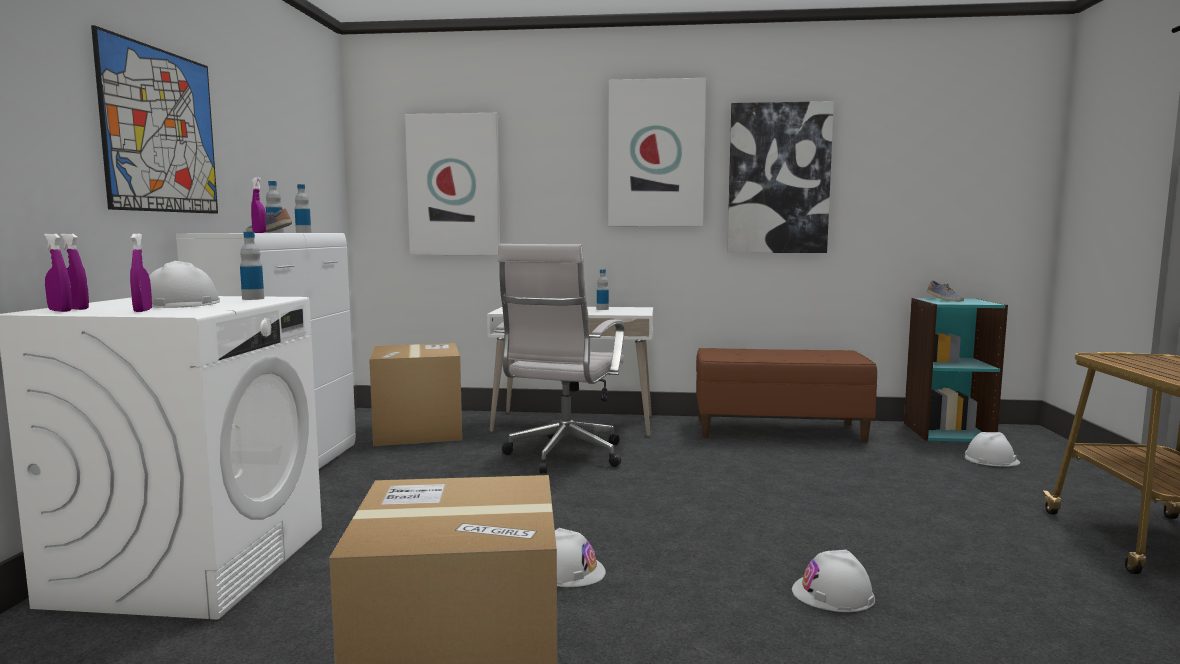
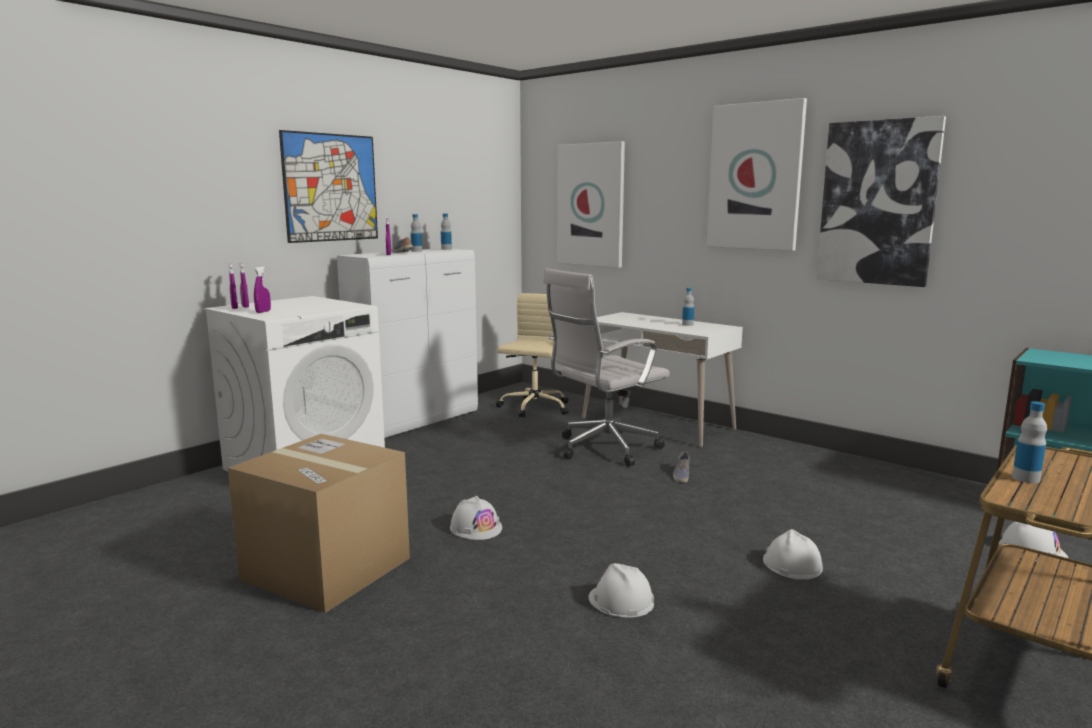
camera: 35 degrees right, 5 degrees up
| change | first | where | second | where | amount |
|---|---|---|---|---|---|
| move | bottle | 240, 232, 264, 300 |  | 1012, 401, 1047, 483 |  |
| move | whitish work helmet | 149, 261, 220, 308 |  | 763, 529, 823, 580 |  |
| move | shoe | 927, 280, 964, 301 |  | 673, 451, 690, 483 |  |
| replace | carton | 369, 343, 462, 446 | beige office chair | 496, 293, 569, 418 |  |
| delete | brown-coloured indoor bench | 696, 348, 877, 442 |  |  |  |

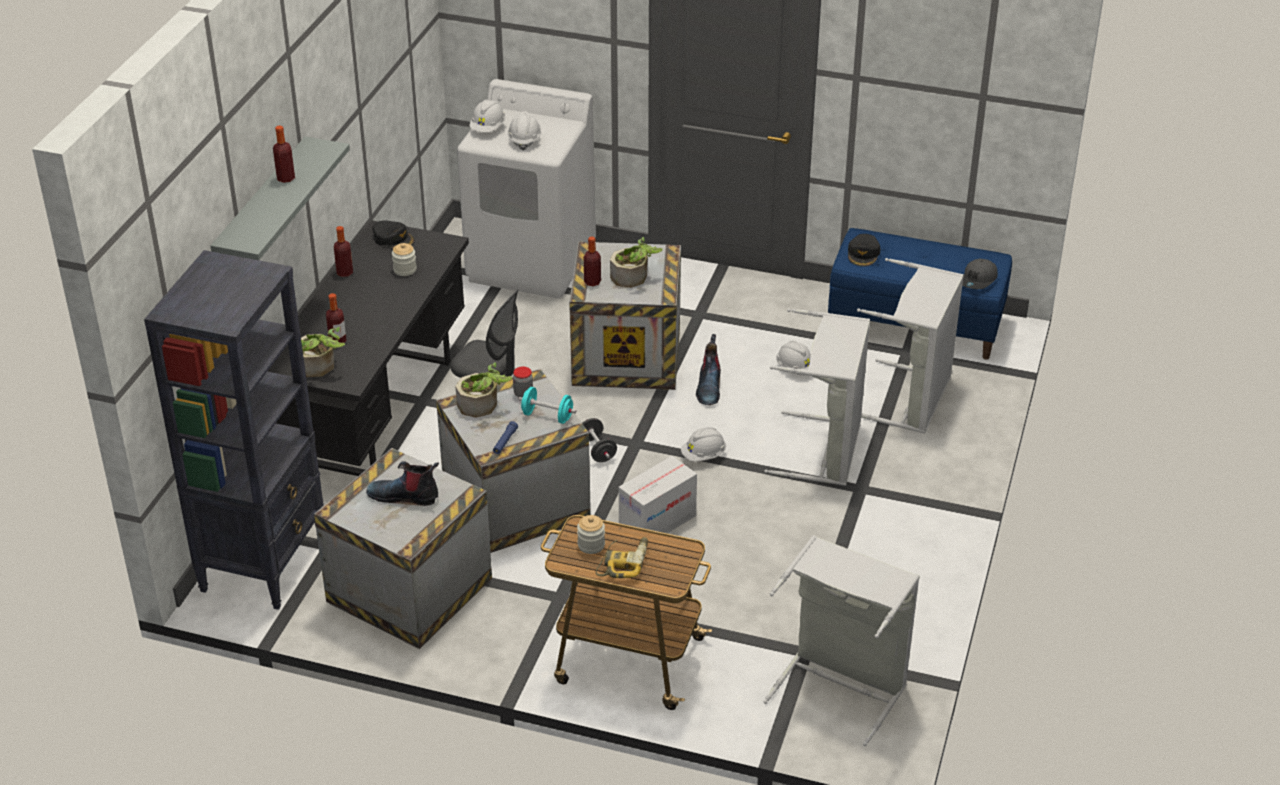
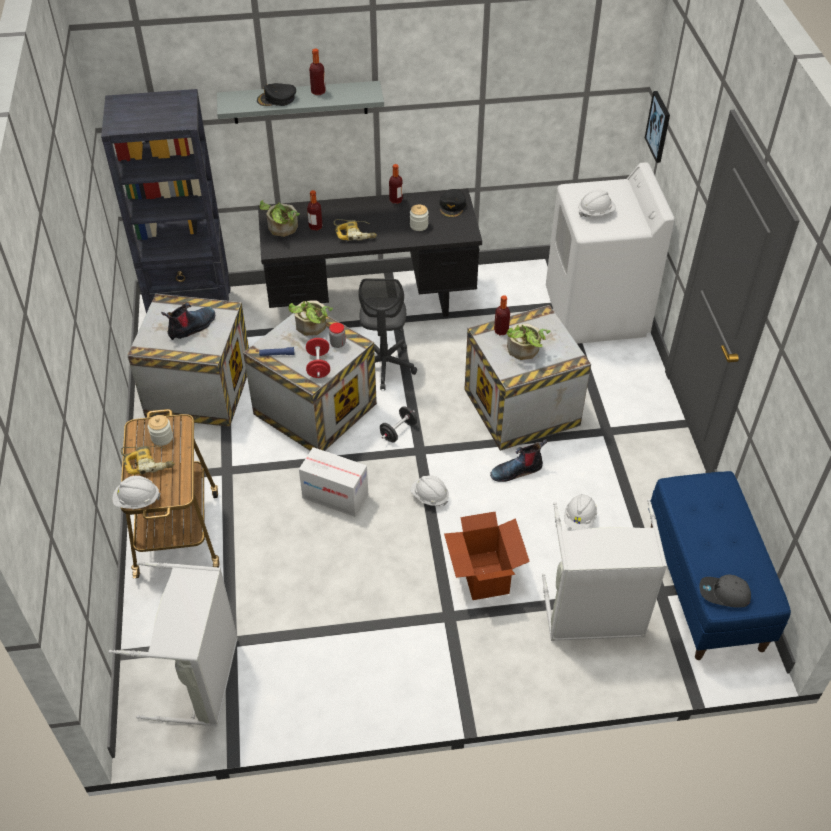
camera: 65 degrees right, 10 degrees up
| change | first | where | second | where | amount |
|---|---|---|---|---|---|
| move | whitish work helmet | 469, 99, 506, 132 |  | 112, 476, 160, 509 |  |
| move | blackish cap | 848, 234, 881, 267 |  | 257, 83, 296, 106 |  |
| replace | greyish washing basket | 764, 308, 870, 486 | carton | 444, 512, 530, 600 |  |
| recolor | turquoise hand weight | 518, 387, 576, 424 | red hand weight | 306, 338, 330, 378 |  |
| rotate | tall boot | 366, 461, 439, 506 |  | 161, 303, 215, 340 | 60 degrees clockwise |
| insert |  |  | wall art | 645, 91, 670, 163 |  |
| insert |  |  | drill | 334, 219, 377, 241 |  |

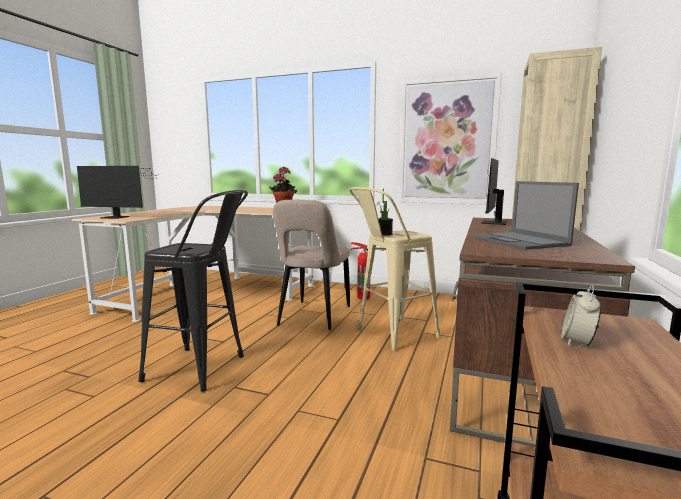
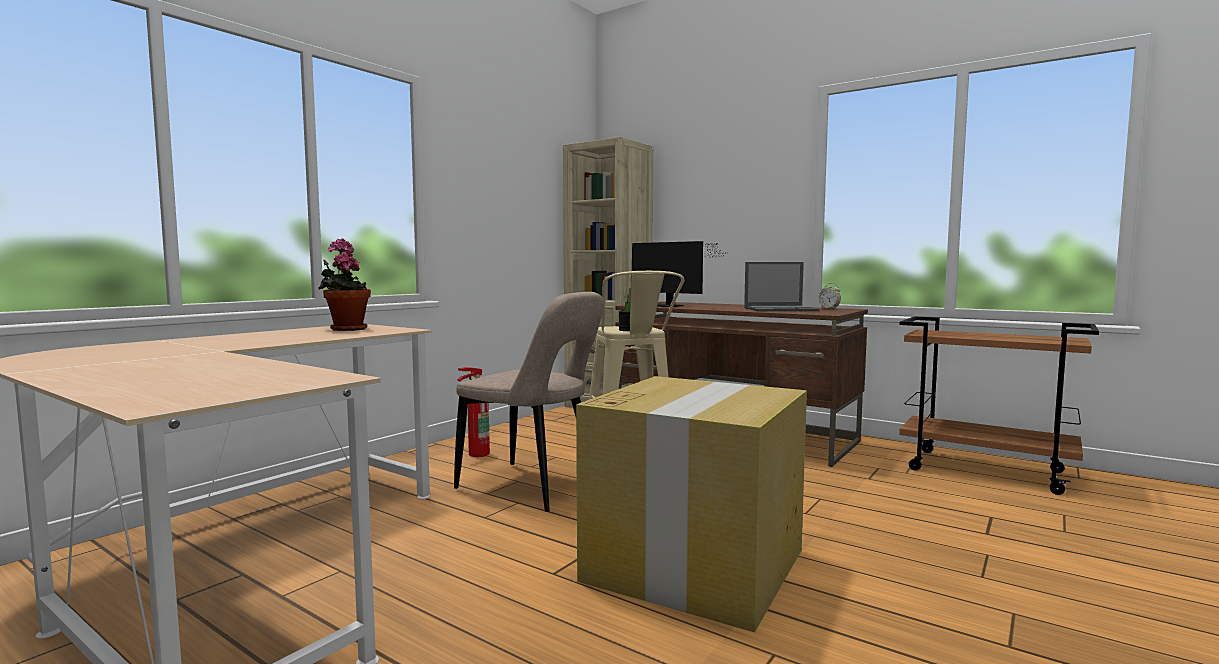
camera: 75 degrees left, 5 degrees down
| change | first | where | second | where | amount |
|---|---|---|---|---|---|
| delete | wall art | 399, 73, 502, 205 |  |  |  |
| delete | computer screen | 77, 166, 160, 219 |  |  |  |
| replace | blackish sitting stool | 139, 190, 248, 392 | carton | 576, 376, 807, 632 |  |
| move | bedside clock | 561, 285, 602, 346 |  | 818, 283, 841, 309 |  |

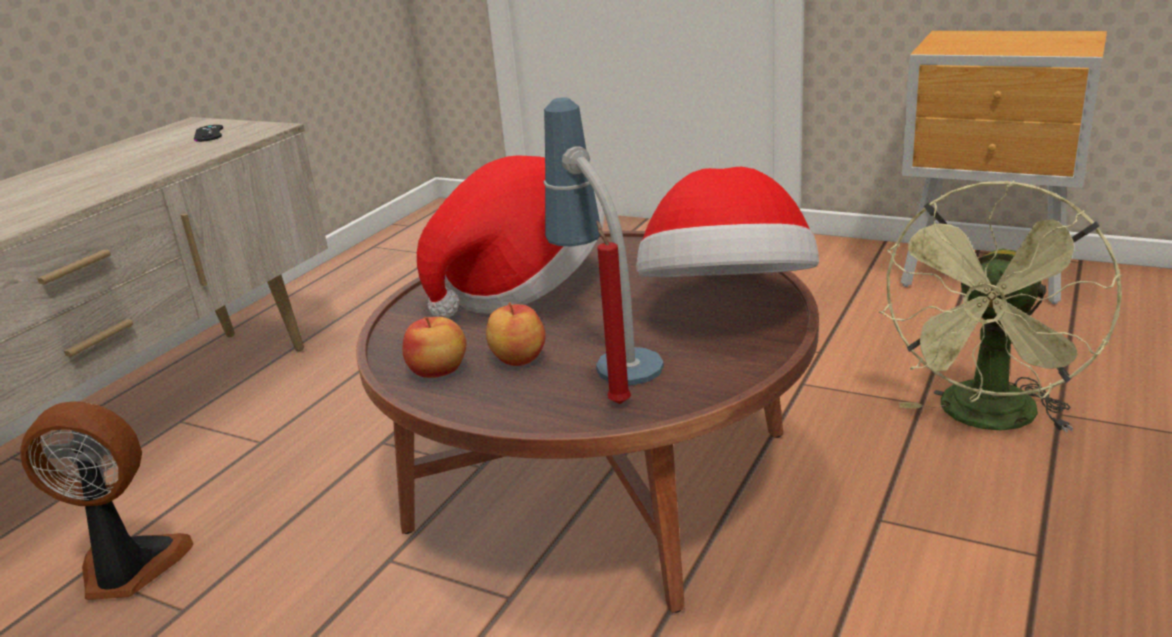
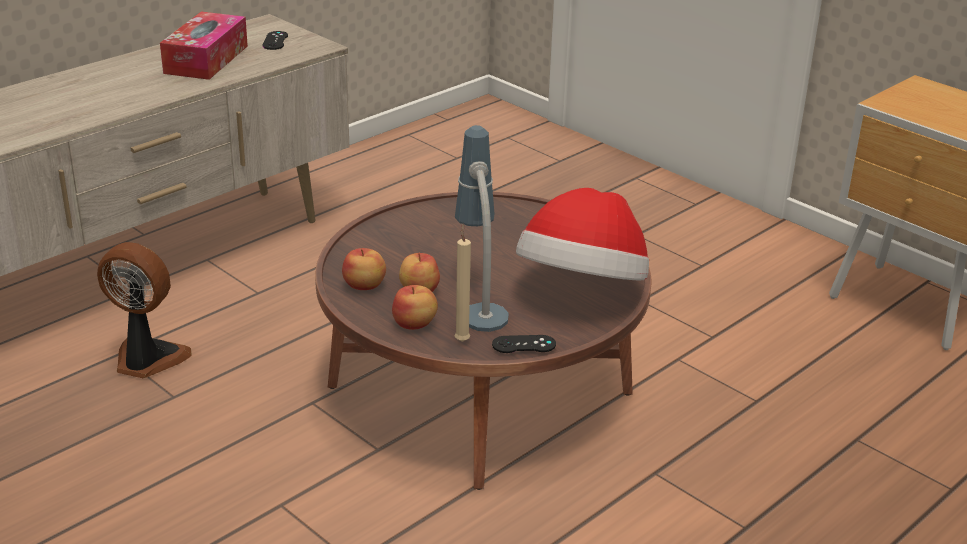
camera: 15 degrees right, 5 degrees up
| change | first | where | second | where | amount |
|---|---|---|---|---|---|
| delete | clothing hat | 417, 155, 605, 318 |  |  |  |
| delete | green cooling fan | 879, 180, 1122, 432 |  |  |  |
| recolor | red candle | 596, 221, 631, 404 | beige candle | 454, 224, 471, 342 |  |
| insert |  |  | tissue box | 160, 12, 248, 80 |  |
| insert |  |  | apple | 392, 285, 438, 330 |  |
| insert |  |  | blackish game controller | 492, 335, 556, 353 |  |

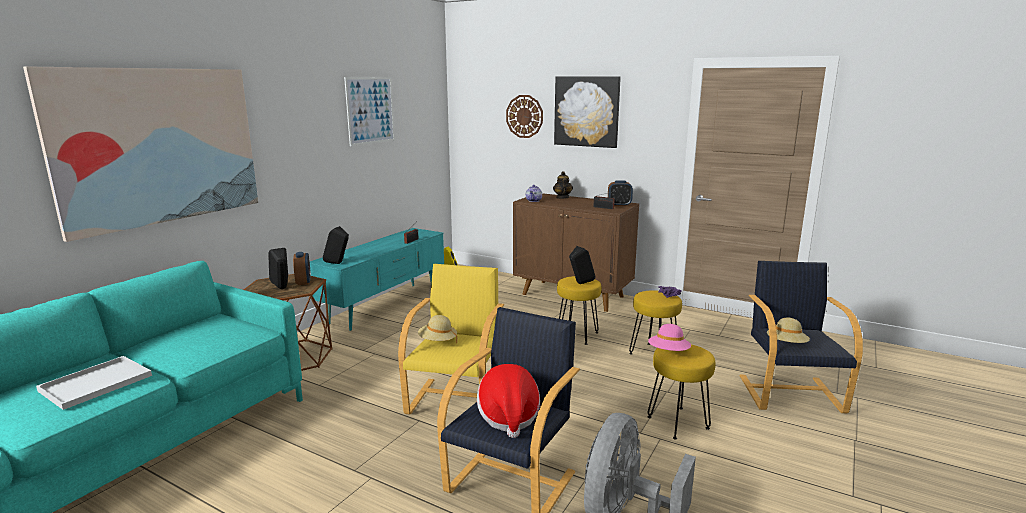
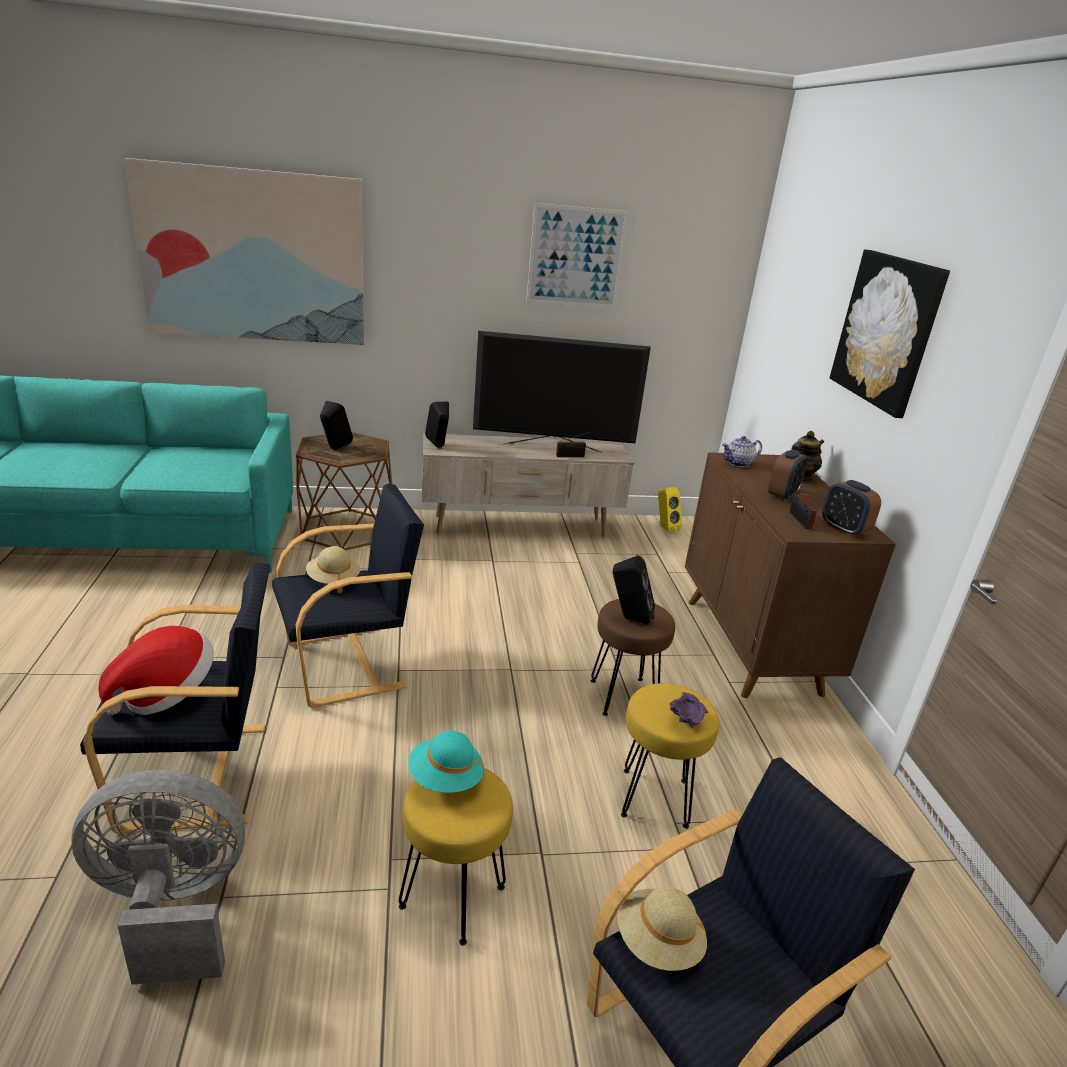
camera: 50 degrees right, 10 degrees up
| change | first | where | second | where | amount |
|---|---|---|---|---|---|
| delete | hanging clock | 506, 95, 543, 138 |  |  |  |
| recolor | turquoise media console | 310, 228, 444, 331 | beige media console | 422, 433, 634, 537 |  |
| move | bedside clock | 293, 252, 311, 285 |  | 768, 450, 808, 501 |  |
| recolor | yellowish armchair | 398, 264, 504, 415 | blackish armchair | 272, 484, 424, 708 |  |
| recolor | yellowish sitting stool | 557, 276, 601, 345 | brown-coloured sitting stool | 591, 599, 675, 716 |  |
| recolor | pink clothing hat | 648, 324, 691, 351 | turquoise clothing hat | 409, 731, 484, 793 |  |
| delete | whitish tray | 36, 356, 152, 410 |  |  |  |
| insert |  |  | television | 473, 331, 651, 453 |  |

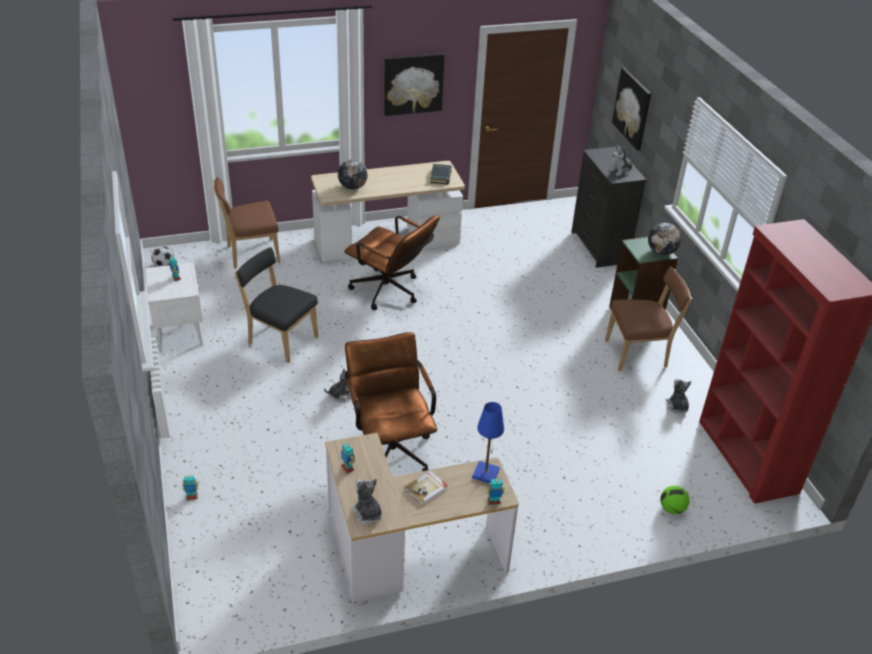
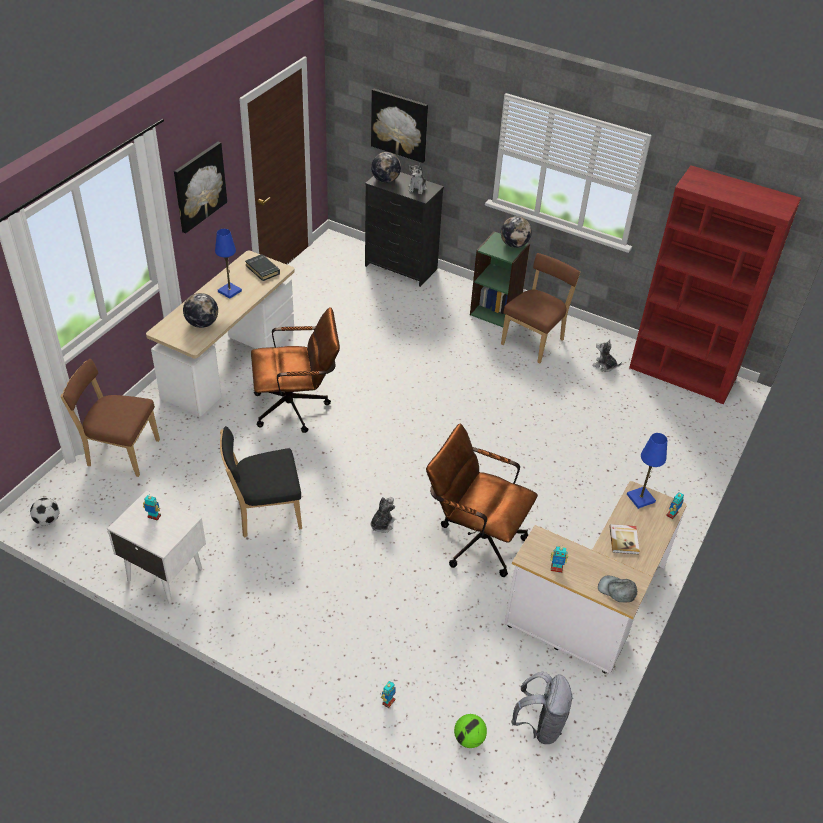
camera: 45 degrees left, 5 degrees up
| change | first | where | second | where | amount |
|---|---|---|---|---|---|
| rotate | brown-coloured chair | 213, 177, 280, 269 |  | 61, 359, 160, 477 | 75 degrees clockwise |
| replace | cuddly toy | 351, 479, 382, 524 | greyish cap | 598, 575, 637, 602 |  |
| move | ball for football | 660, 486, 690, 514 |  | 454, 714, 487, 748 |  |
| insert |  |  | desk globe | 371, 152, 401, 183 |  |
| insert |  |  | blue lamp for a table | 215, 229, 242, 299 |  |
| insert |  |  | greyish rucksack | 511, 672, 573, 744 |  |

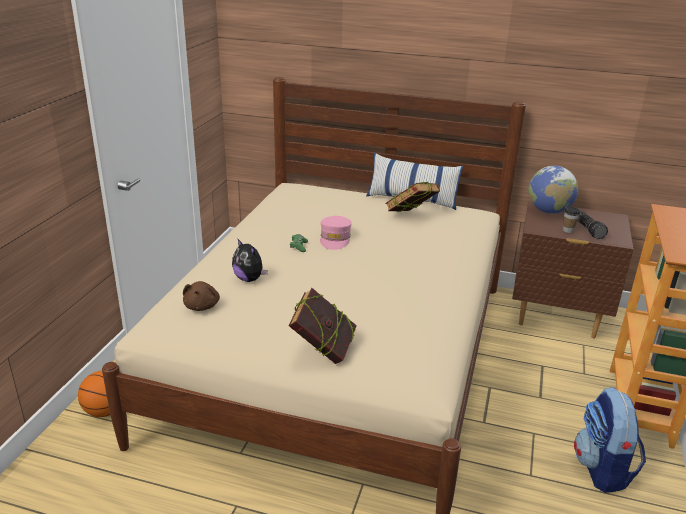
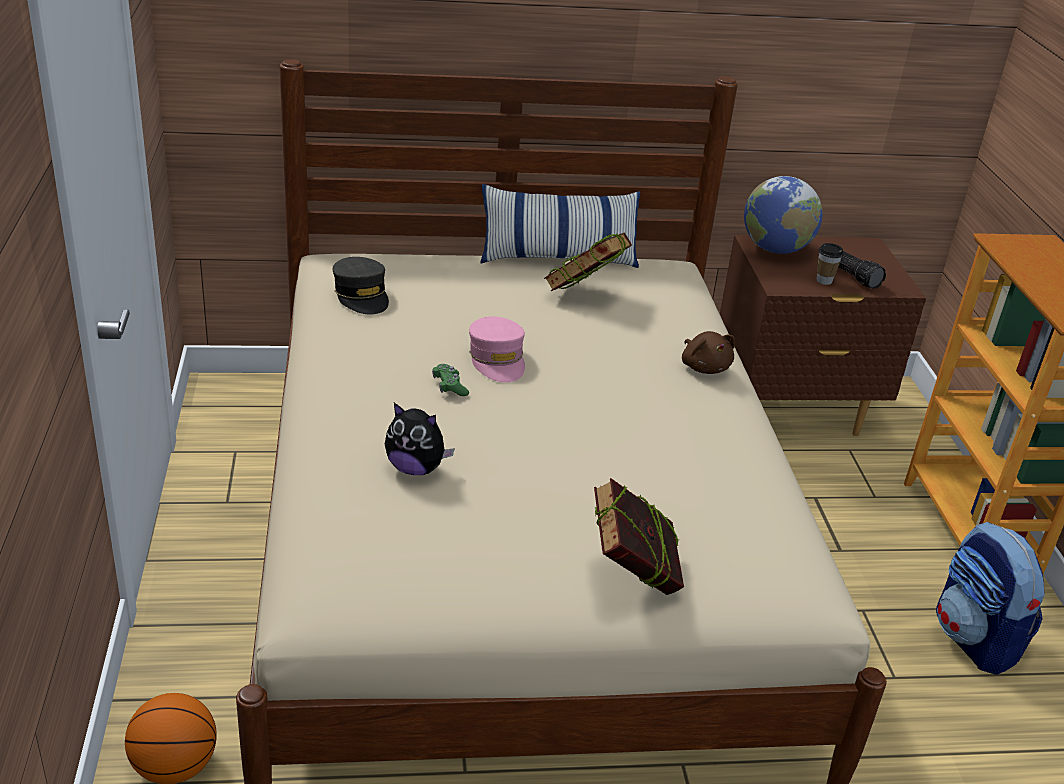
camera: 25 degrees left, 5 degrees up
| change | first | where | second | where | amount |
|---|---|---|---|---|---|
| move | brown-coloured cuddly toy | 183, 281, 220, 311 |  | 682, 331, 735, 374 |  |
| insert |  |  | greyish cap | 333, 257, 389, 314 |  |

